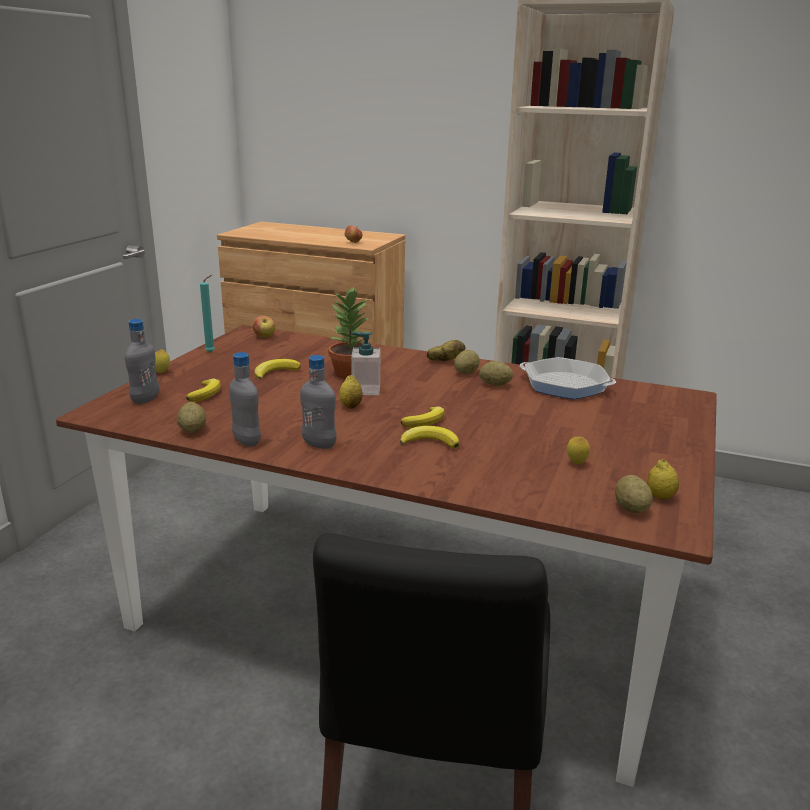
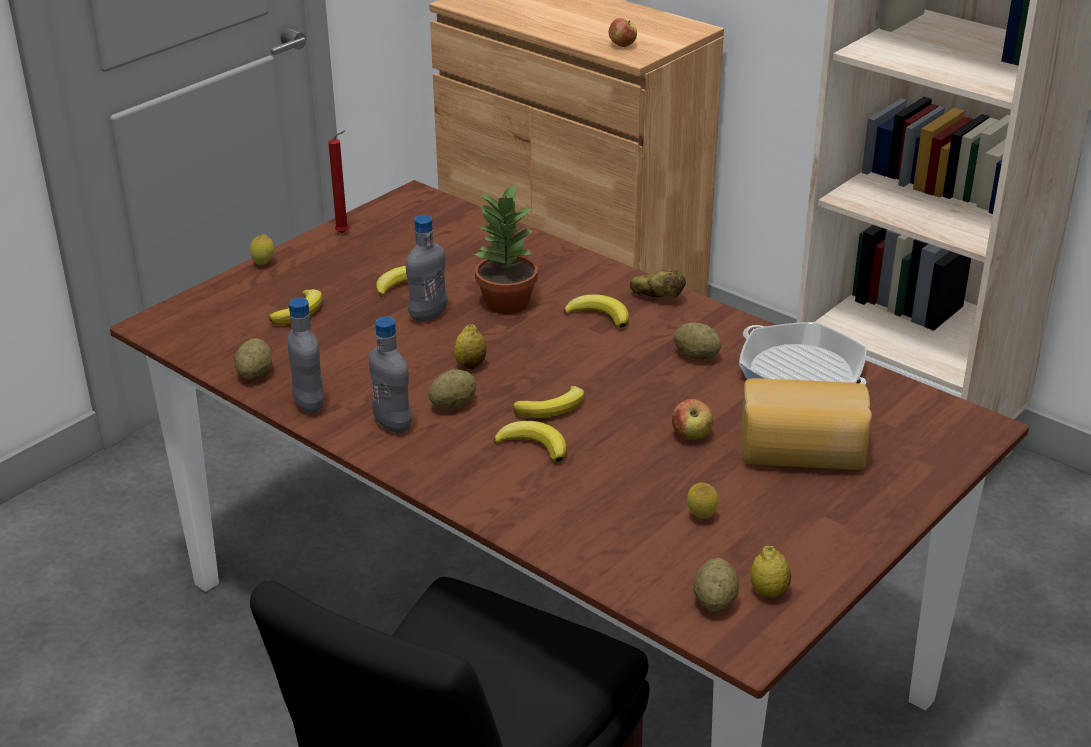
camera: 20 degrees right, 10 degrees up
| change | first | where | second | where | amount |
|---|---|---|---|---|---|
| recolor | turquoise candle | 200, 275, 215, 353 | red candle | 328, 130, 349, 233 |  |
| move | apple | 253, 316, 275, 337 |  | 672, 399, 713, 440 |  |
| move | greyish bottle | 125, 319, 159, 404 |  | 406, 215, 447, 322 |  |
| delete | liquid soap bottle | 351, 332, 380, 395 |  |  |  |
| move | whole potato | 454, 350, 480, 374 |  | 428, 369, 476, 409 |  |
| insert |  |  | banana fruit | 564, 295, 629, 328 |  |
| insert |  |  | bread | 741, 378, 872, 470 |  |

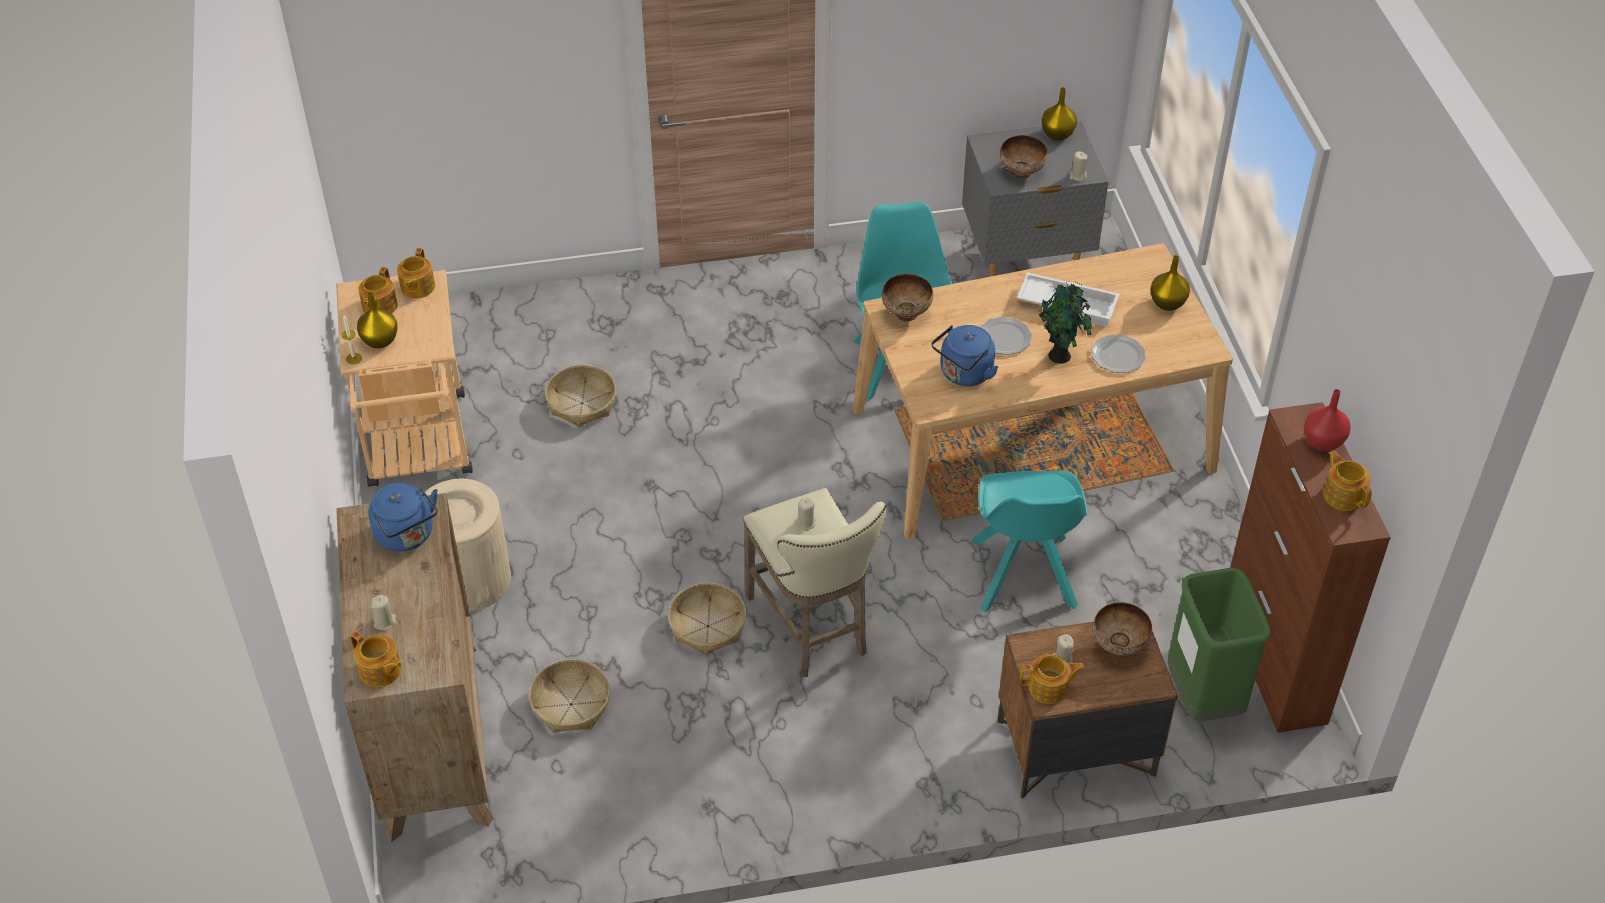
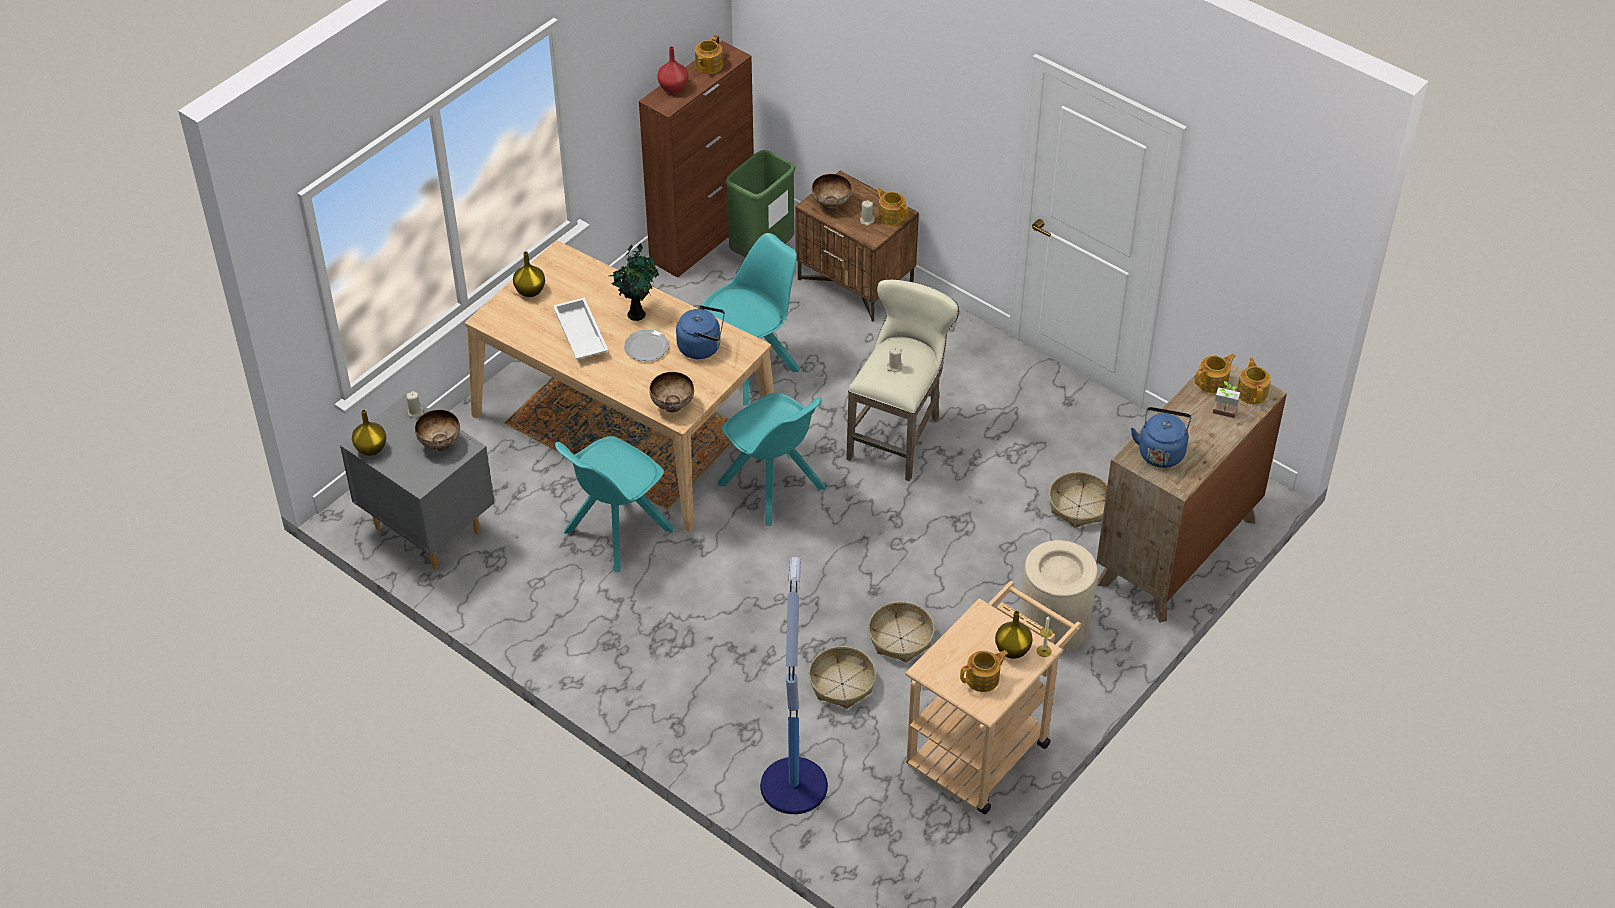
camera: 130 degrees left, 0 degrees up
| change | first | where | second | where | amount |
|---|---|---|---|---|---|
| move | tea pot | 397, 248, 435, 298 |  | 1195, 354, 1236, 393 |  |
| delete | flat dish | 1091, 335, 1146, 373 |  |  |  |
| move | basket | 668, 583, 747, 655 |  | 868, 602, 935, 662 |  |
| replace | beige candle | 371, 595, 396, 630 | plant in a pot | 1213, 381, 1240, 418 |  |
| insert |  |  | turquoise chair | 718, 393, 825, 526 |  |
| insert |  |  | standing lamp | 760, 557, 828, 814 |  |

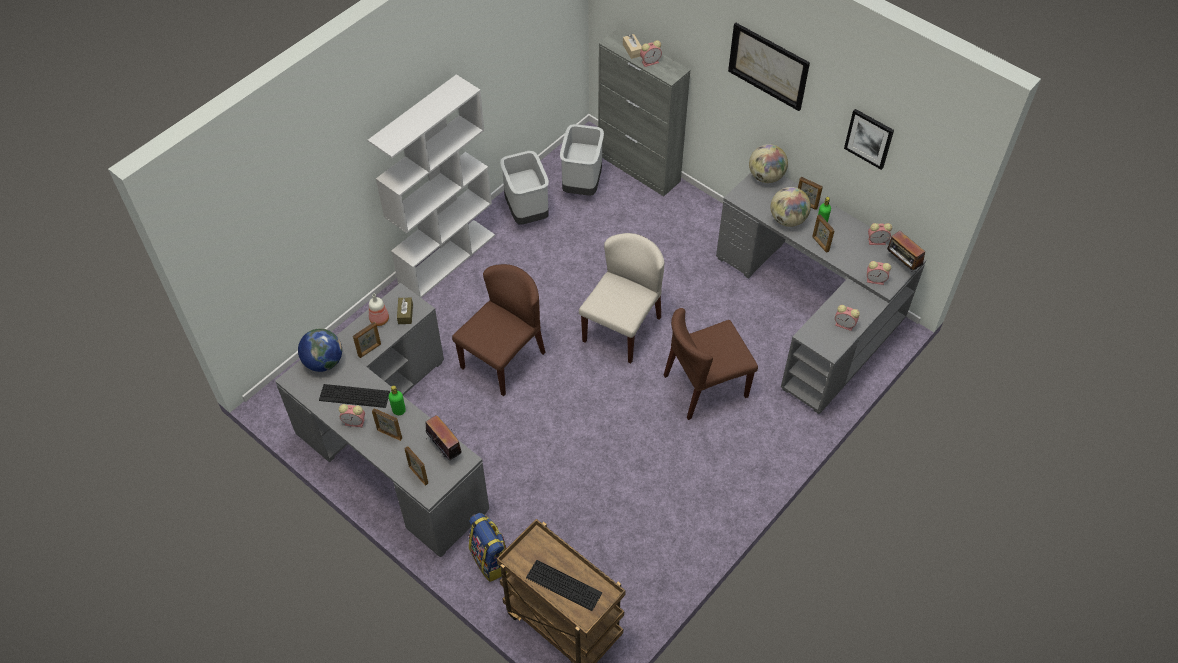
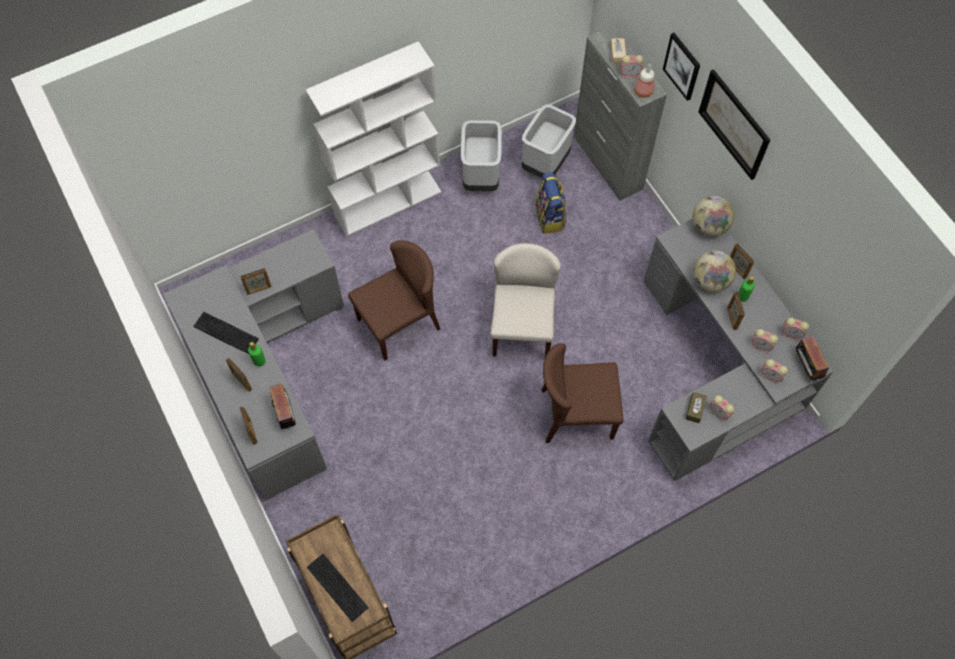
camera: 20 degrees right, 10 degrees up
| change | first | where | second | where | amount |
|---|---|---|---|---|---|
| move | wall art | 844, 109, 894, 170 |  | 663, 33, 700, 101 |  |
| rotate | beige chair | 579, 233, 664, 363 |  | 490, 243, 561, 357 | 45 degrees counterclockwise |
| move | bottle | 369, 294, 389, 326 |  | 634, 64, 655, 98 |  |
| move | brown-coloured tissue box | 397, 298, 413, 324 |  | 686, 392, 707, 423 |  |
| delete | desk globe | 298, 328, 342, 372 |  |  |  |
| move | bedside clock | 339, 404, 365, 427 |  | 752, 329, 778, 353 |  |
| move | rucksack | 468, 513, 507, 582 |  | 535, 173, 566, 234 |  |

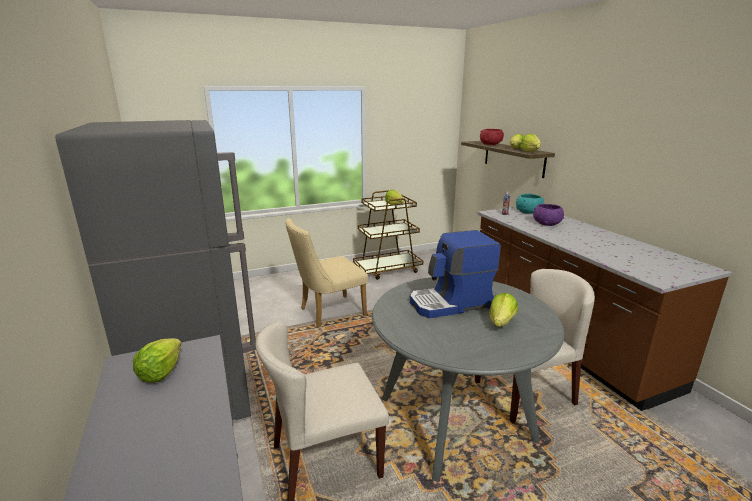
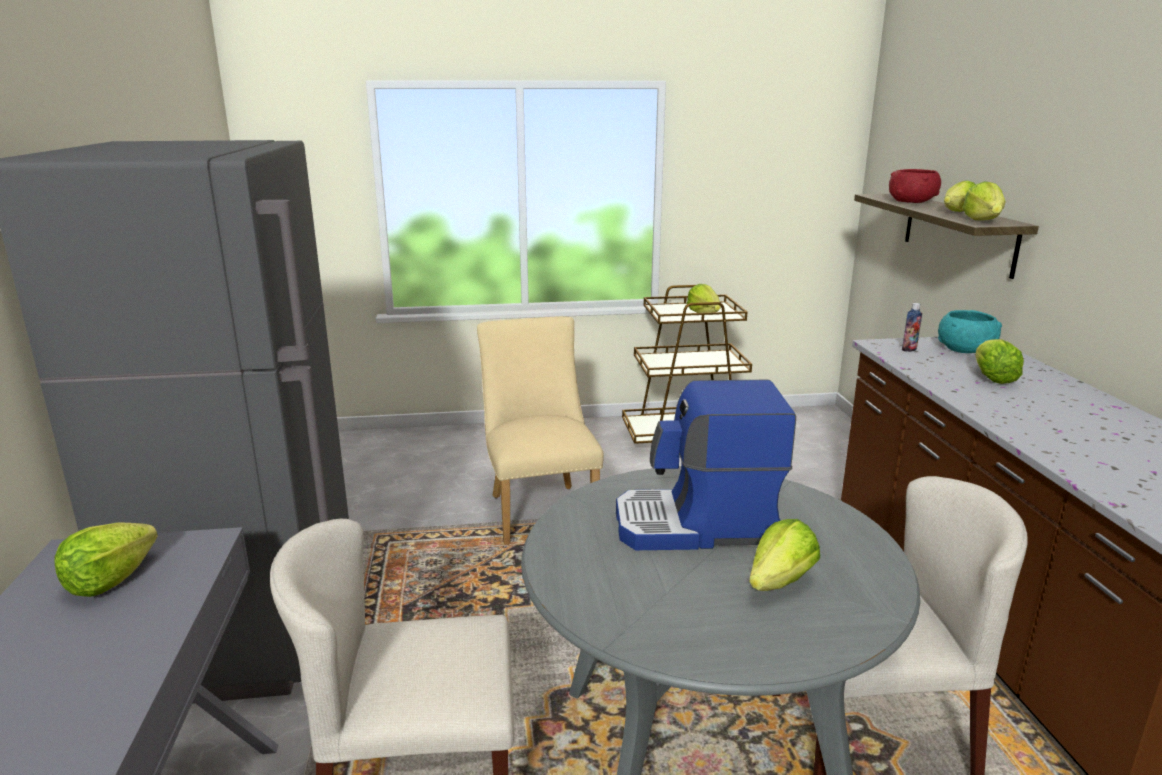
camera: 15 degrees right, 0 degrees up
| change | first | where | second | where | amount |
|---|---|---|---|---|---|
| replace | purplish bowl | 533, 204, 564, 226 | head of lettuce | 975, 339, 1024, 384 |  |
| rotate | beige chair | 285, 218, 368, 328 |  | 477, 316, 604, 545 | 90 degrees clockwise |

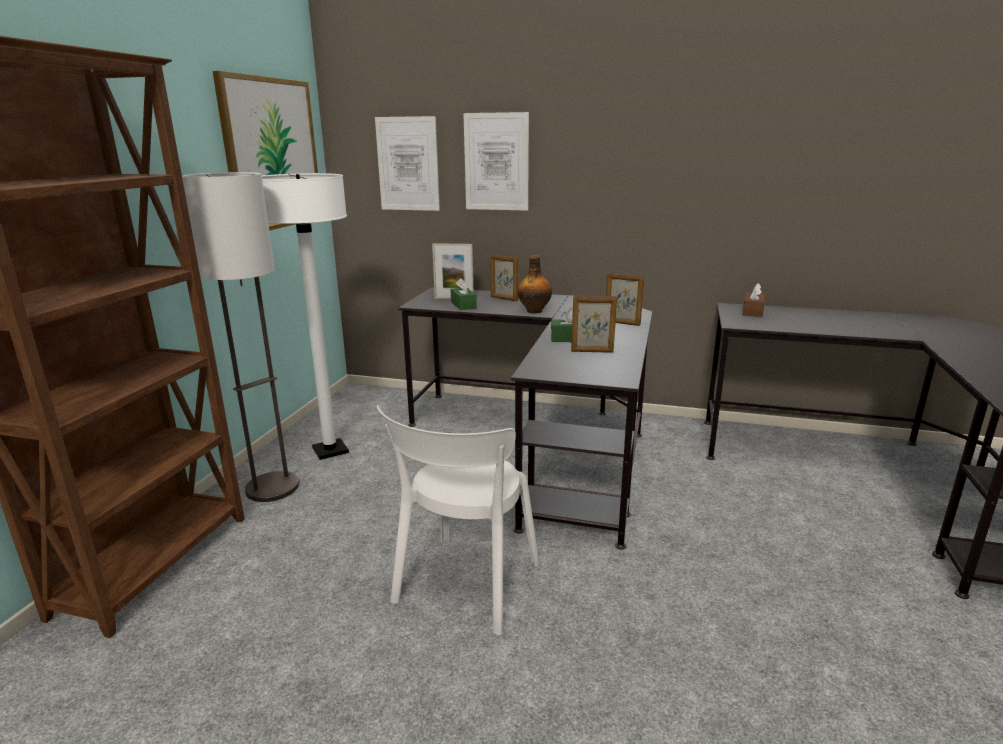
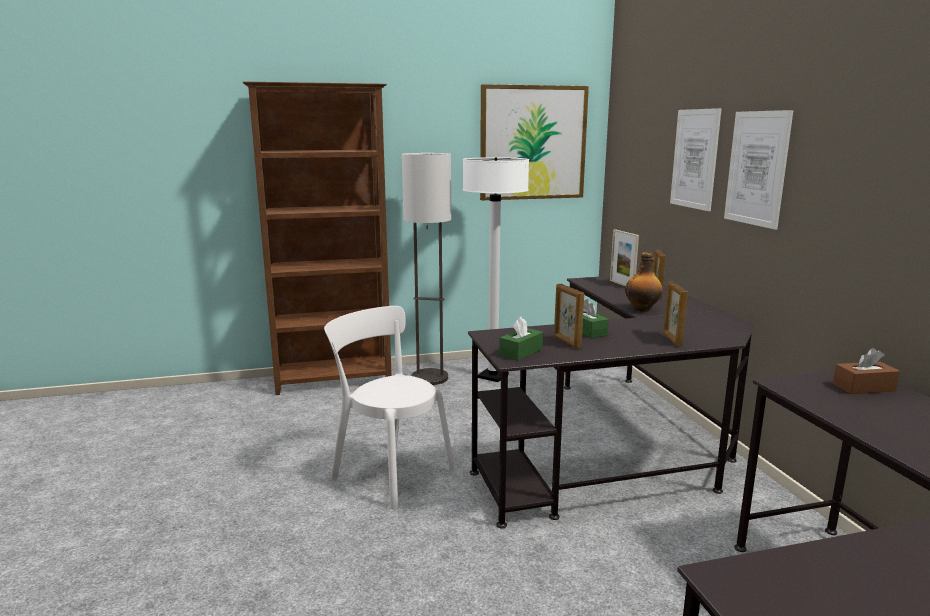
camera: 60 degrees right, 5 degrees down
| change | first | where | second | where | amount |
|---|---|---|---|---|---|
| move | wall art | 375, 116, 440, 211 |  | 724, 110, 793, 230 |  |
| move | green tissue box | 451, 278, 477, 310 |  | 499, 317, 543, 361 |  |
| rotate | whitish chair | 377, 405, 539, 635 |  | 324, 306, 455, 509 | 45 degrees clockwise |

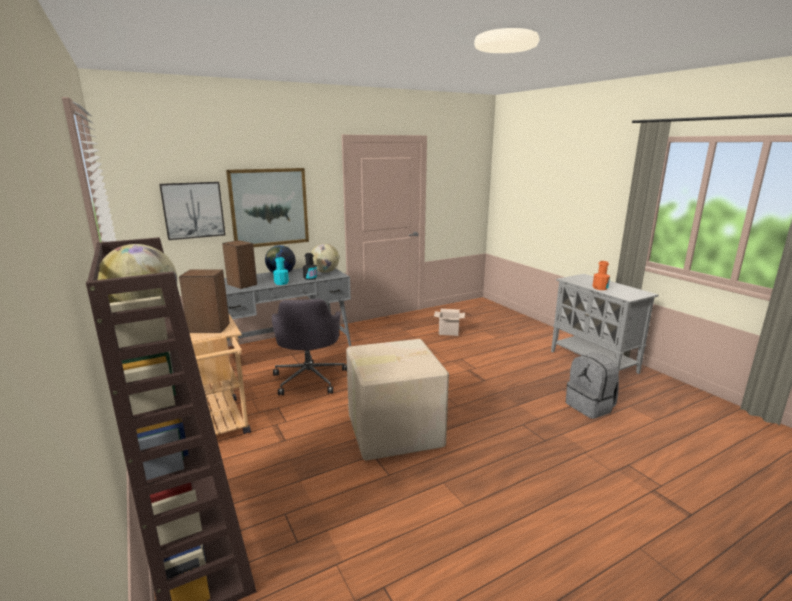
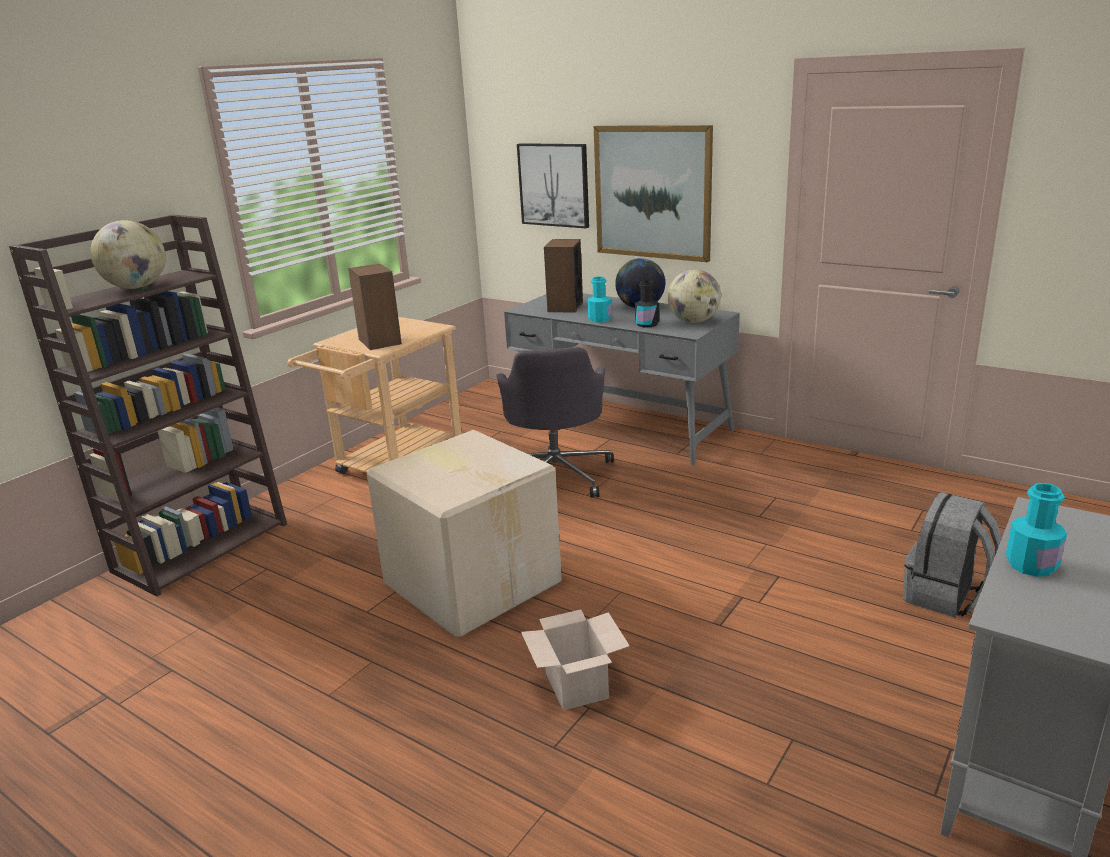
camera: 65 degrees right, 5 degrees up
| change | first | where | second | where | amount |
|---|---|---|---|---|---|
| recolor | orangey bottle | 593, 261, 610, 290 | turquoise bottle | 1006, 483, 1067, 577 |  |
| rotate | greyish office chair | 272, 299, 347, 395 |  | 496, 347, 614, 498 | 60 degrees counterclockwise |
| move | carton | 434, 309, 465, 336 |  | 521, 609, 630, 711 |  |
| move | greyish rucksack | 566, 353, 619, 419 |  | 903, 492, 1002, 617 |  |

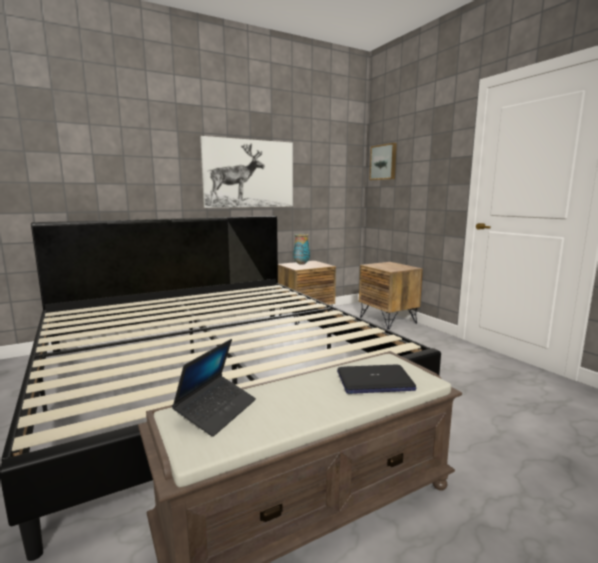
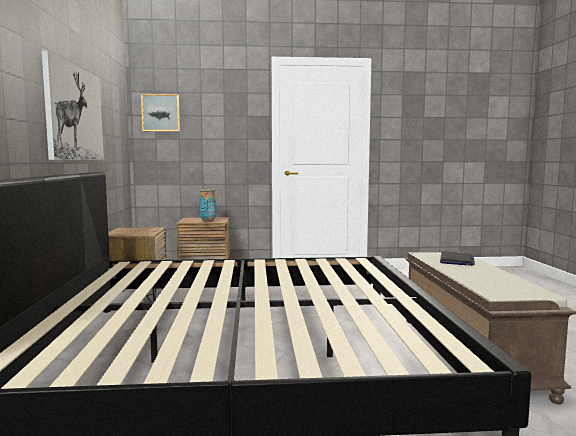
camera: 65 degrees left, 5 degrees down
| change | first | where | second | where | amount |
|---|---|---|---|---|---|
| move | vase | 293, 234, 310, 265 |  | 199, 189, 217, 222 |  |
| delete | portable computer | 172, 339, 256, 437 |  |  |  |

